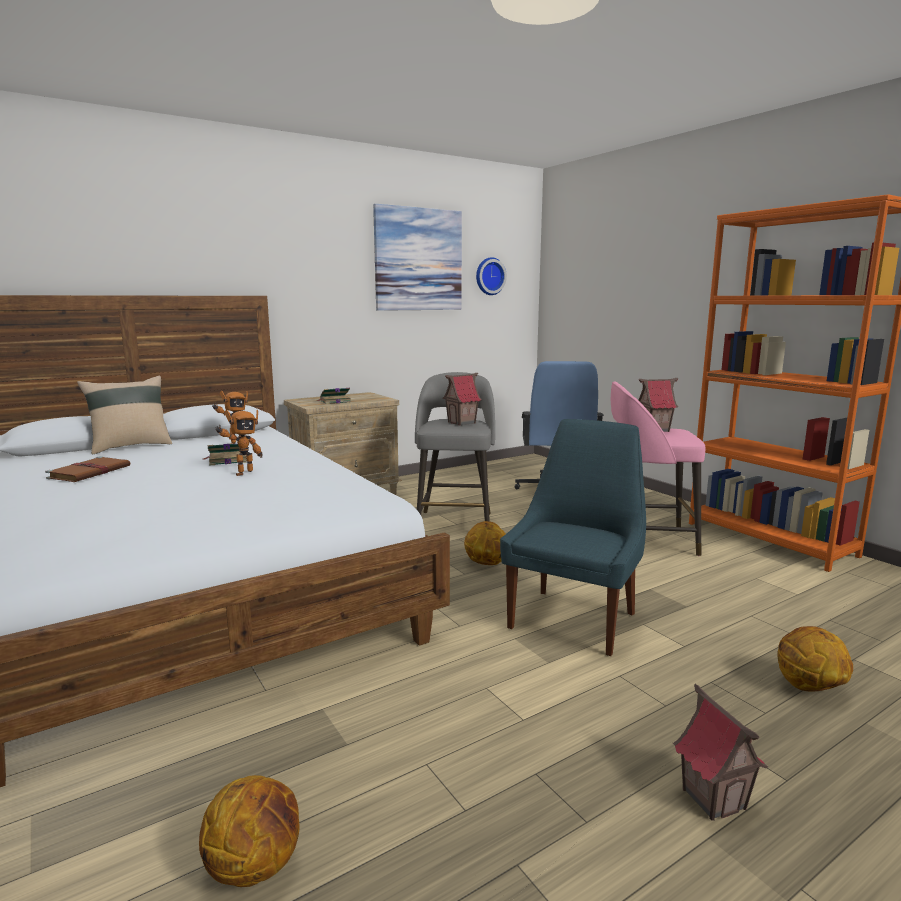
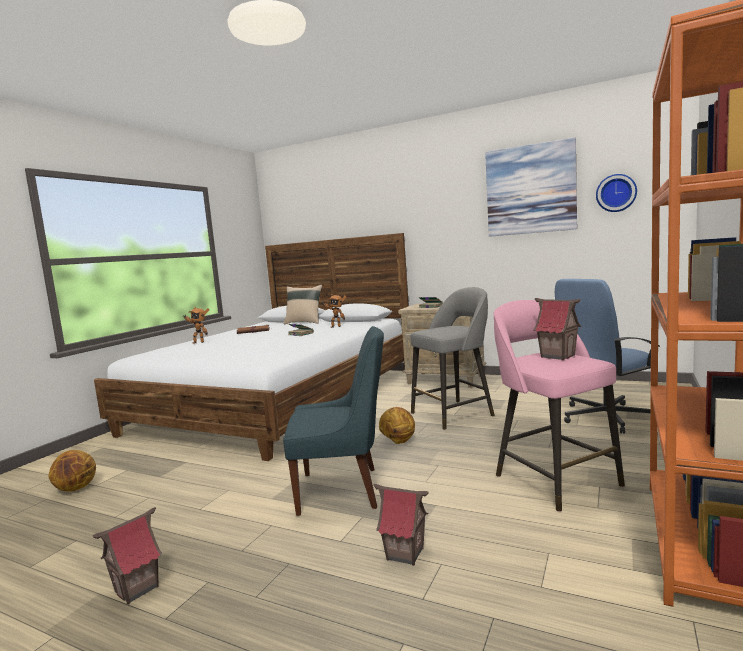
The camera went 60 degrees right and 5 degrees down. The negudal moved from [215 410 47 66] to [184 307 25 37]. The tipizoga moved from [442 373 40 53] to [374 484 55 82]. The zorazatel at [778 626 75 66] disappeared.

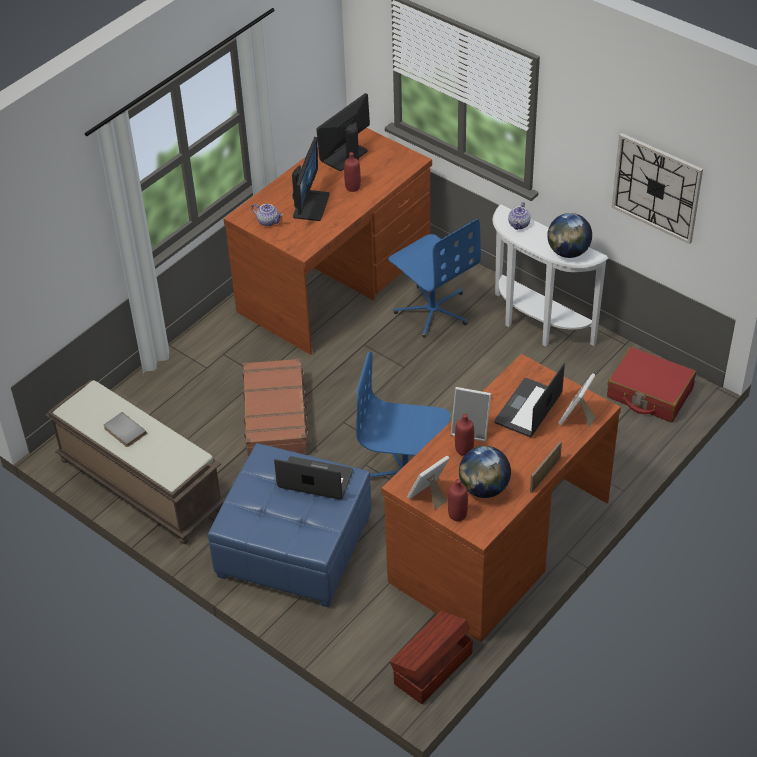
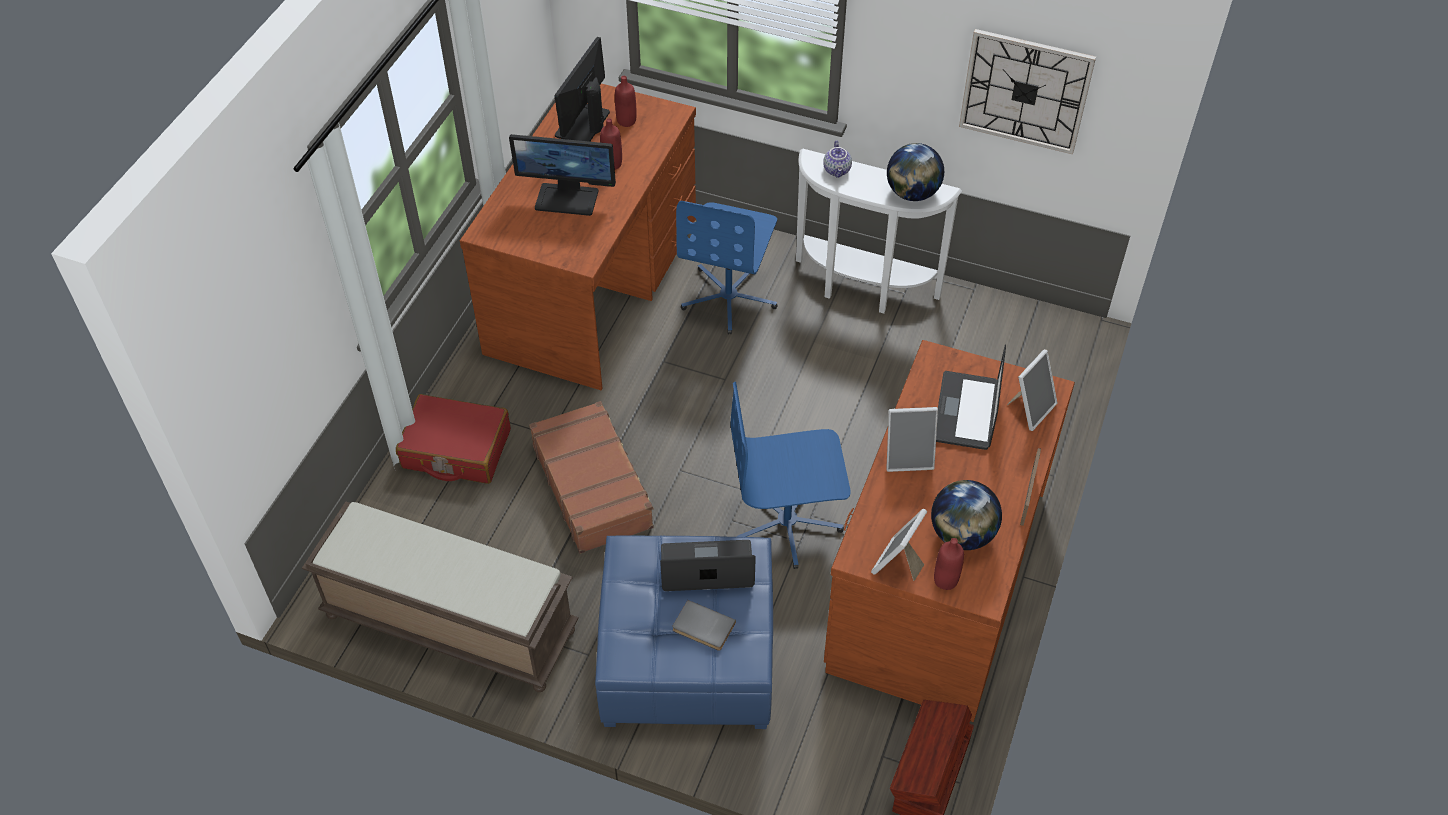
The camera went 20 degrees left and 5 degrees up. The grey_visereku moved from [104 412 43 35] to [673 600 63 51]. The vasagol at [251 204 32 22] disappeared. The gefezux at [292 137 38 84] turned 105 degrees clockwise. The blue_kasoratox at [388 219 93 118] turned 75 degrees clockwise. The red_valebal moved from [455 414 19 42] to [615 76 22 51]. The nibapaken at [558 373 37 55] turned 150 degrees counterclockwise. The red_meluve moved from [607 347 89 75] to [396 394 115 90].

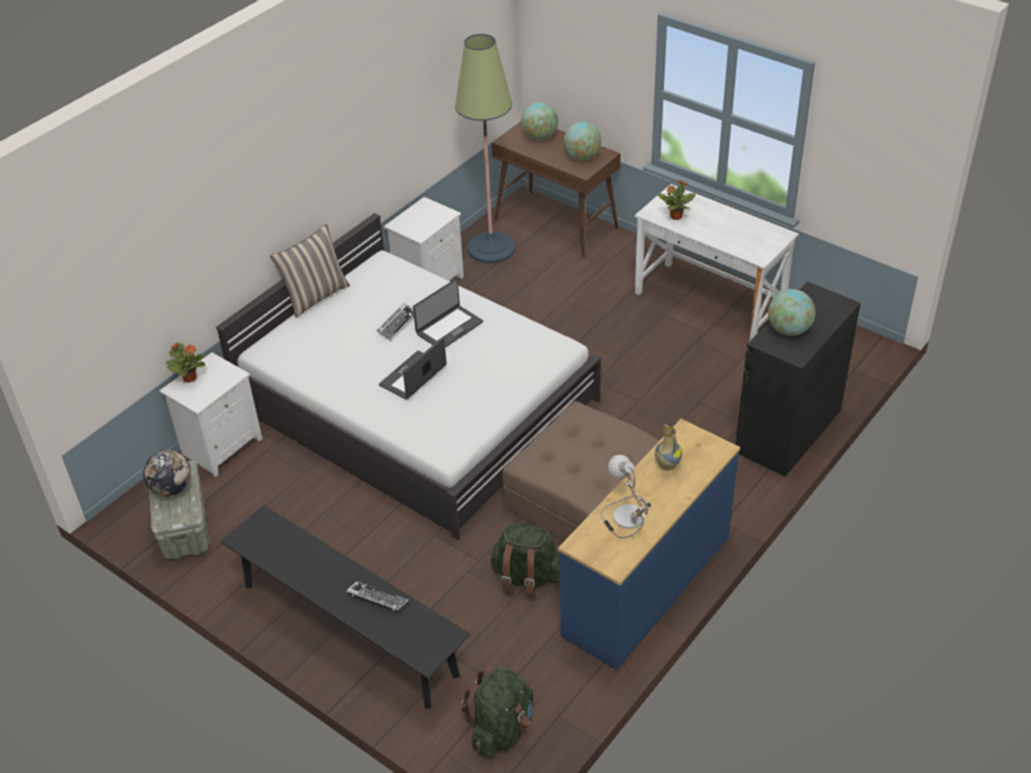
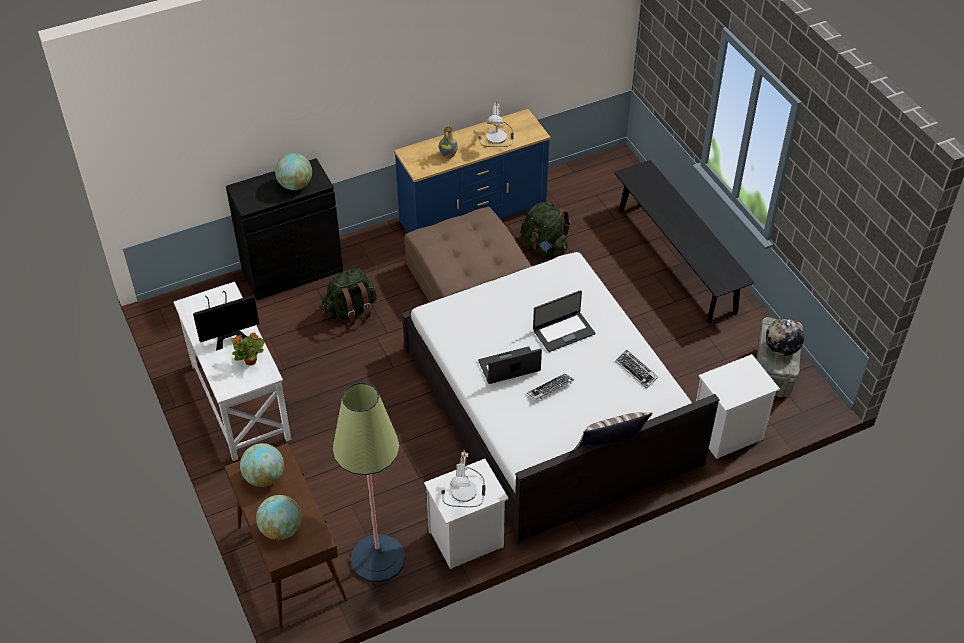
The camera went 155 degrees left and 5 degrees up. The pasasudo at [165 343 41 40] disappeared. The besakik moved from [346 581 63 30] to [615 350 43 39]. The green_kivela moved from [461 666 73 91] to [322 268 55 58]. The gefezux at [193 291 67 59] appeared. The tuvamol at [441 449 45 58] appeared.

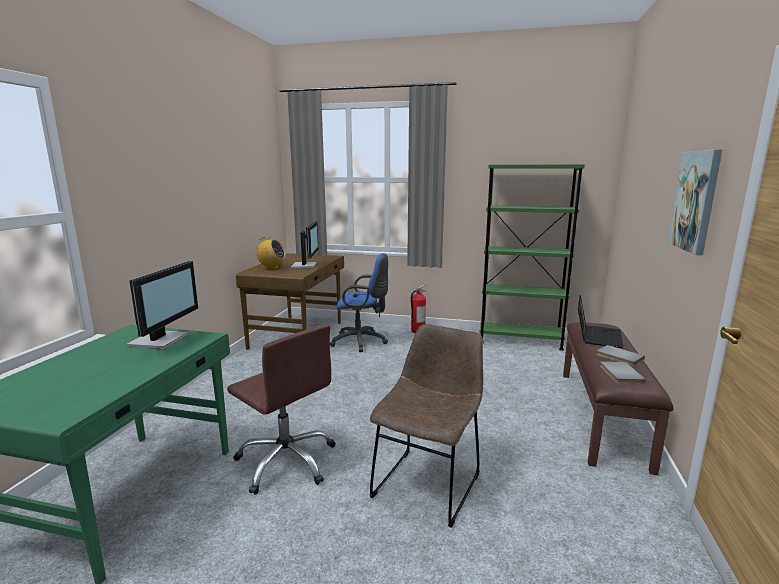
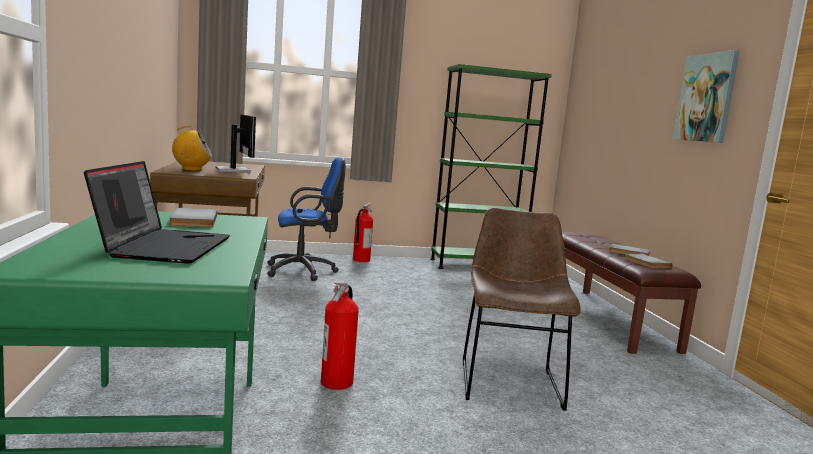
The camera went 25 degrees left and 5 degrees down. The gefezux at [126 261 72 88] was replaced by the grey_visereku at [169 208 48 19]. The brown_kasoratox at [227 324 109 171] was replaced by the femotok at [321 283 38 107]. The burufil moved from [578 295 45 53] to [84 161 146 103].

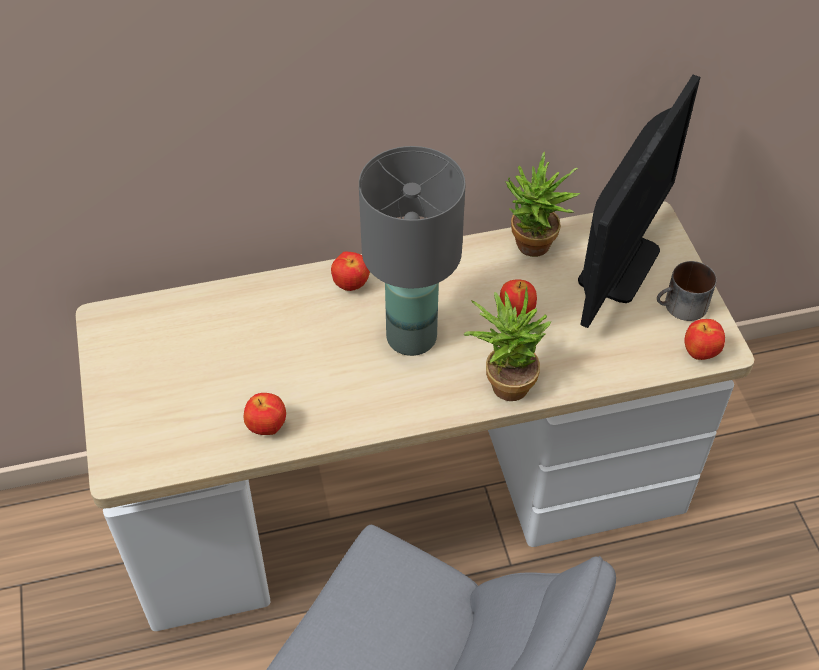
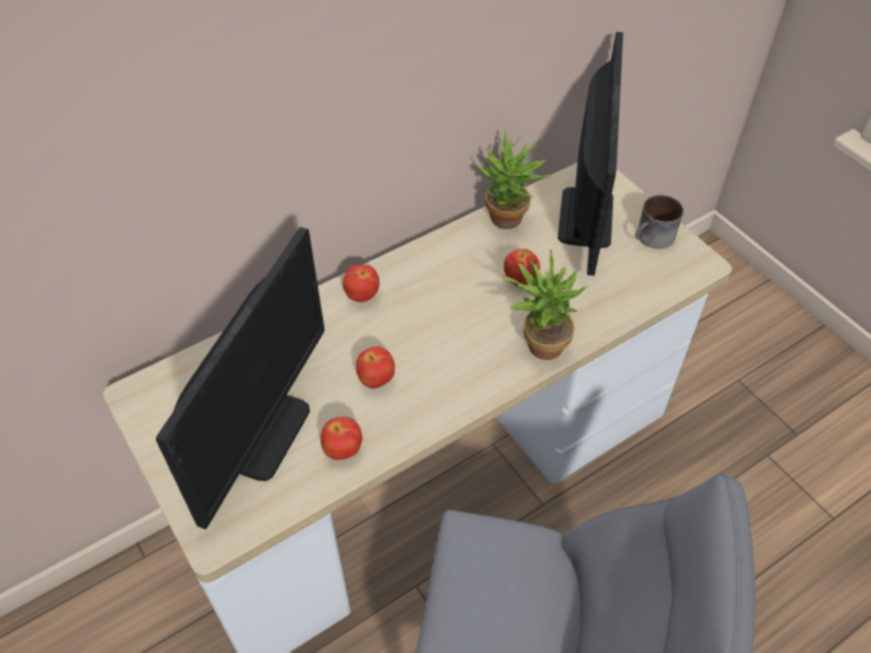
The camera went 20 degrees left and 0 degrees up. The grey_tuvamol at [359 146 106 210] disappeared. The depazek moved from [684 319 41 41] to [356 347 39 42]. The gefezux at [156 227 169 302] appeared.

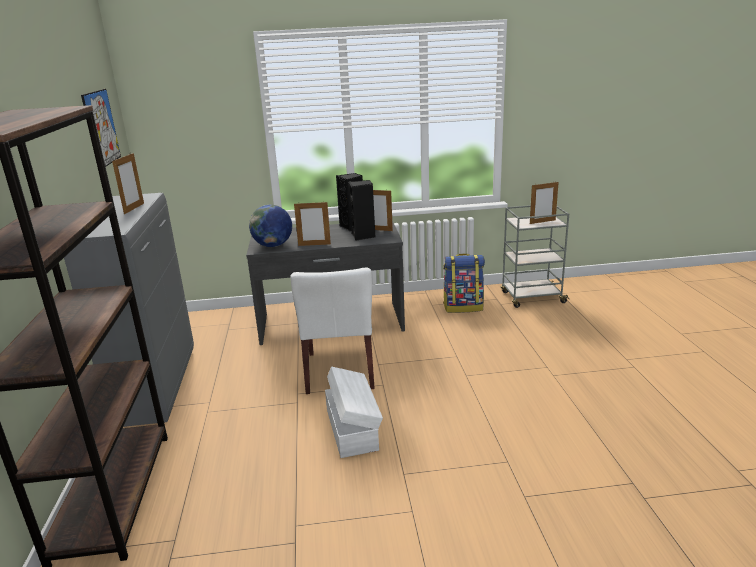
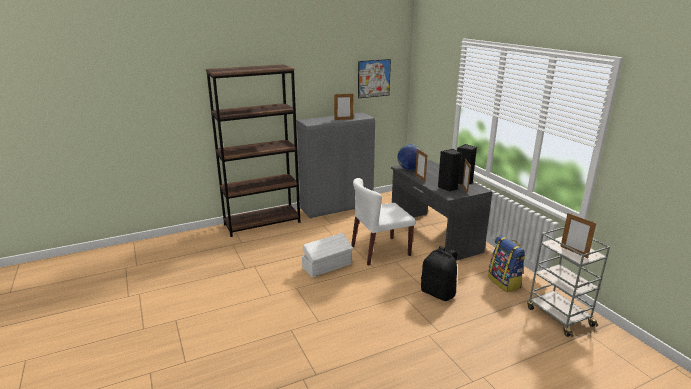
The camera went 70 degrees right and 0 degrees up. The black_kivela at [421 246 36 55] appeared.

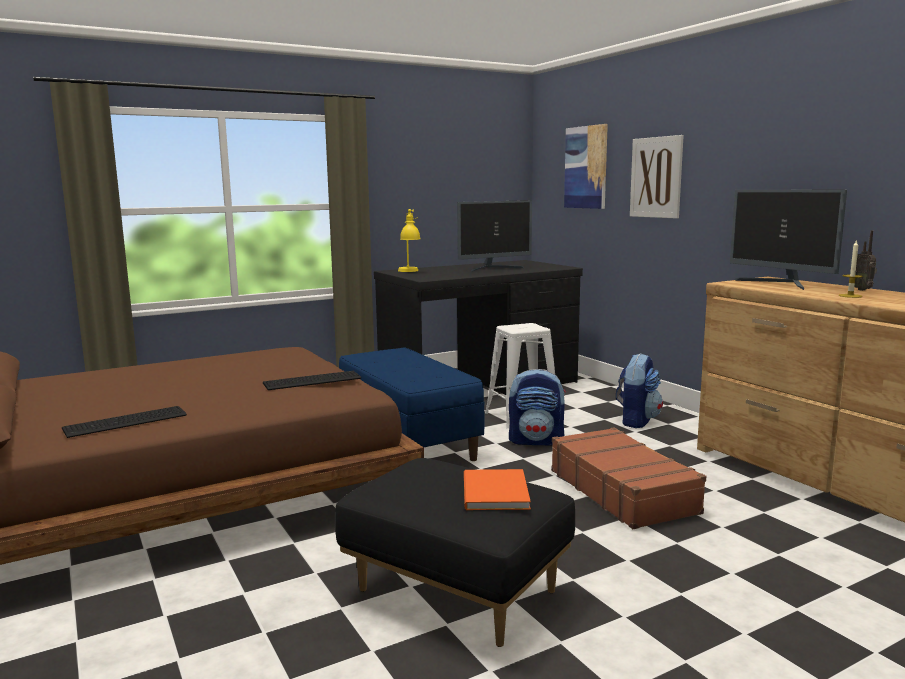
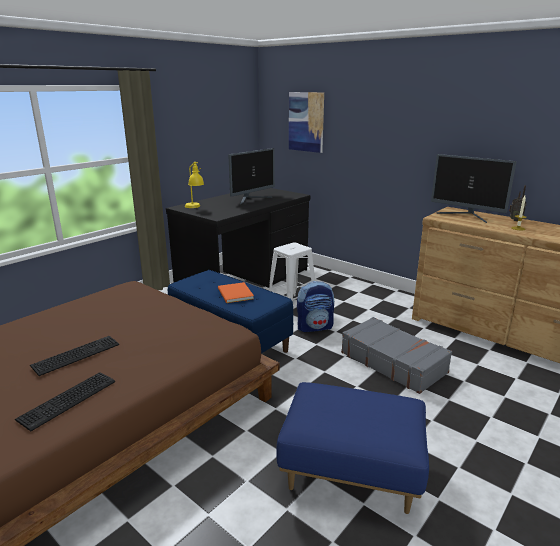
The camera went 20 degrees left and 10 degrees up. The besakik moved from [263 371 98 19] to [30 336 89 40]. The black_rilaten at [335 458 240 189] became the blue_rilaten at [276 382 153 132]. The orange_visereku moved from [464 469 67 41] to [218 282 36 21]. The brown_meluve at [551 427 155 102] became the grey_meluve at [341 317 111 77]. The kivela at [616 353 47 75] disappeared. The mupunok at [630 135 54 83] disappeared.

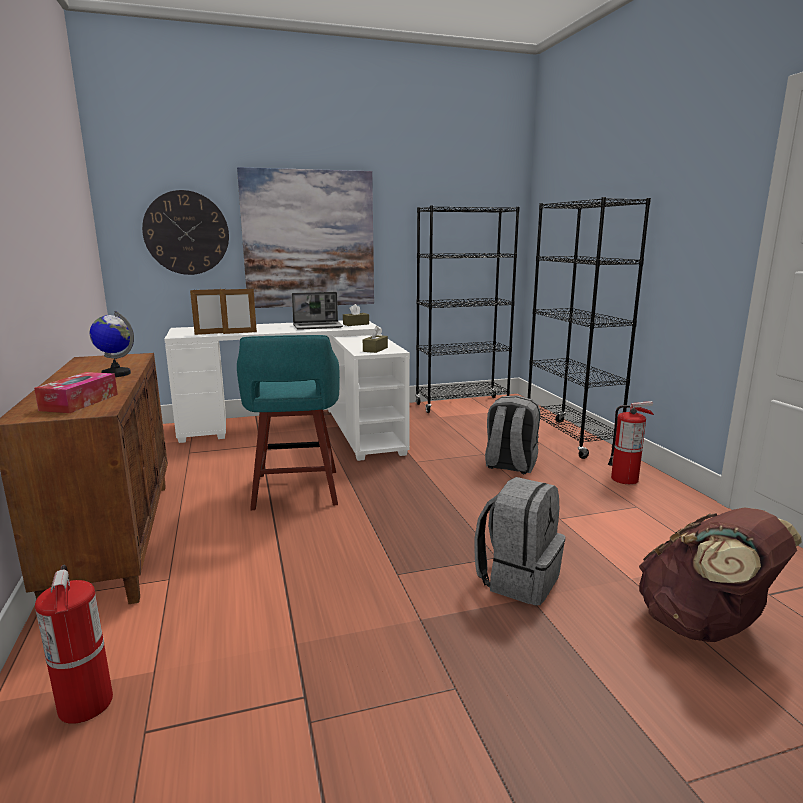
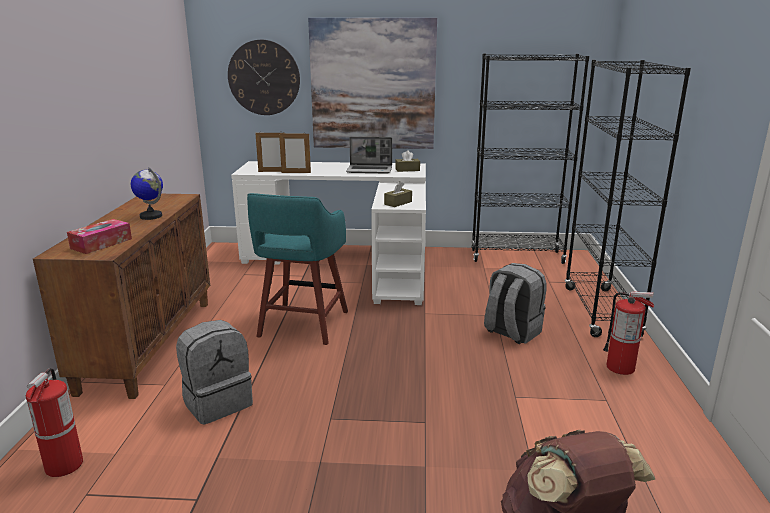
The camera went 20 degrees right and 5 degrees up. The grey_kivela moved from [474 477 92 129] to [176 320 77 105].

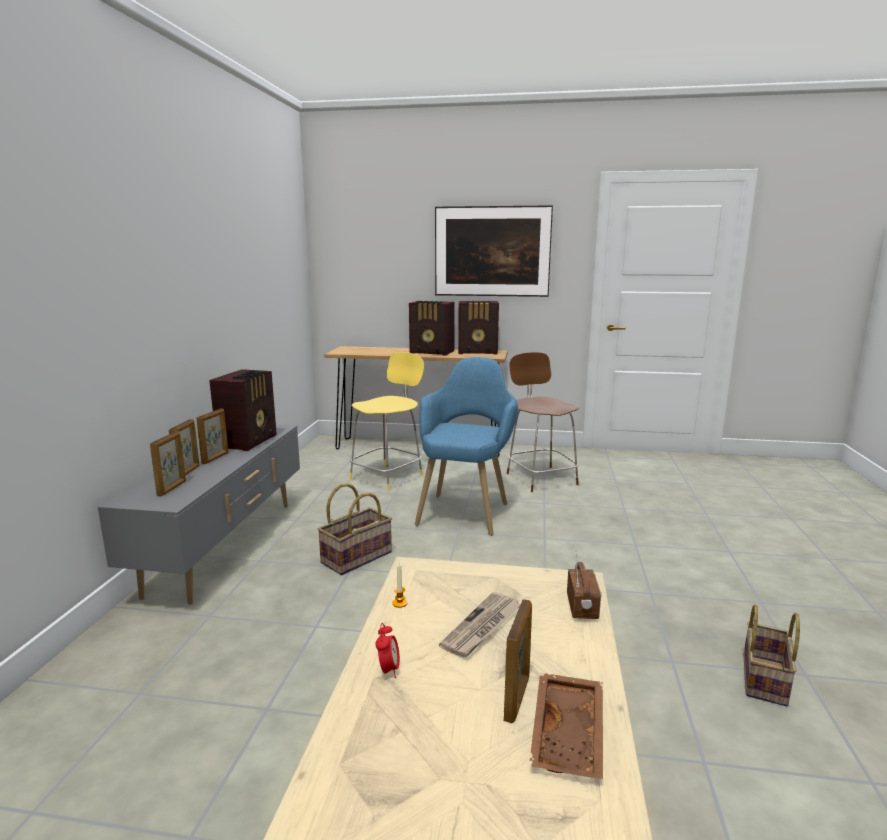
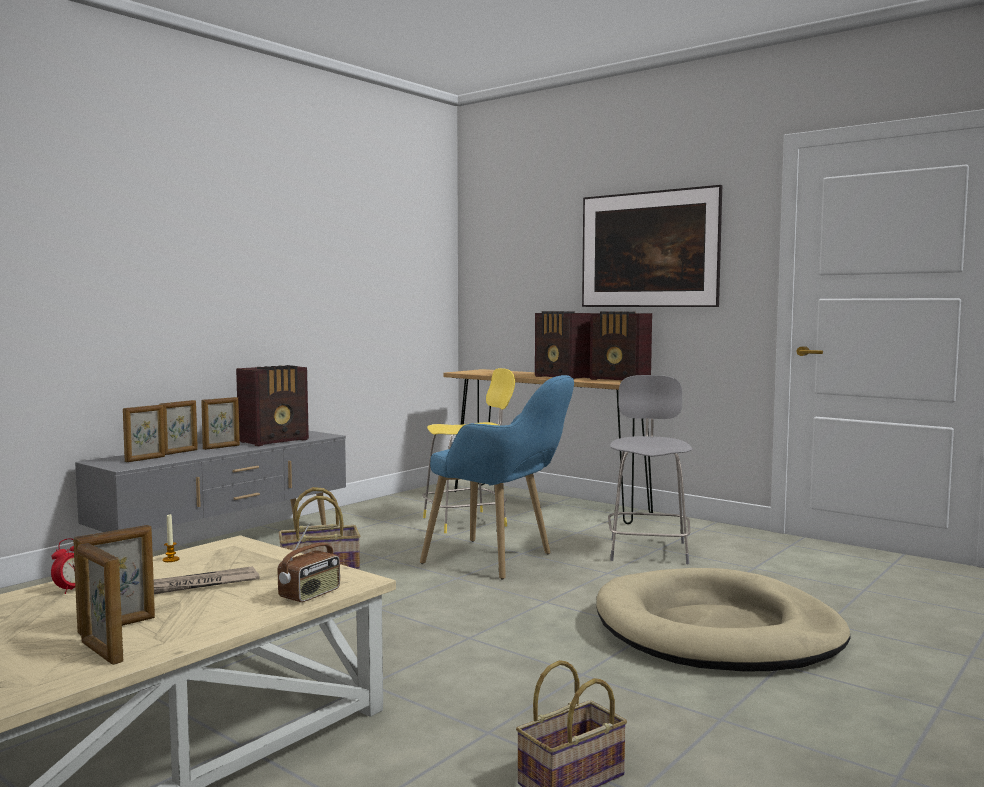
The camera went 30 degrees right and 10 degrees down. The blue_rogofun at [415 357 103 179] turned 75 degrees clockwise. The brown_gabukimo at [507 352 72 140] became the grey_gabukimo at [608 375 84 189]. The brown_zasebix at [529 673 74 106] was replaced by the nibapaken at [77 543 46 122]. The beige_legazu at [596 568 255 103] appeared.

